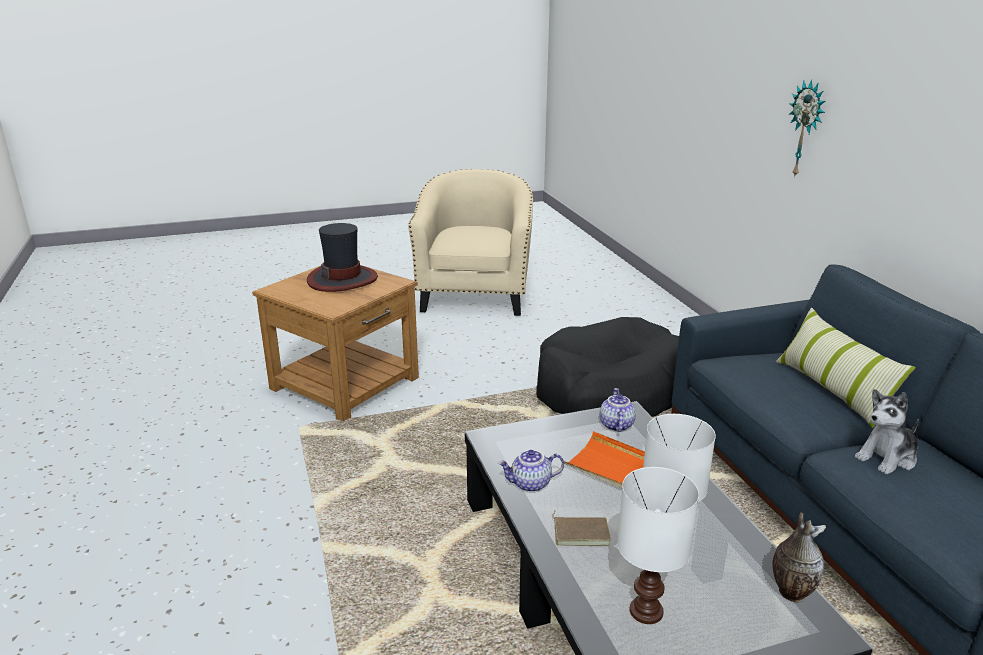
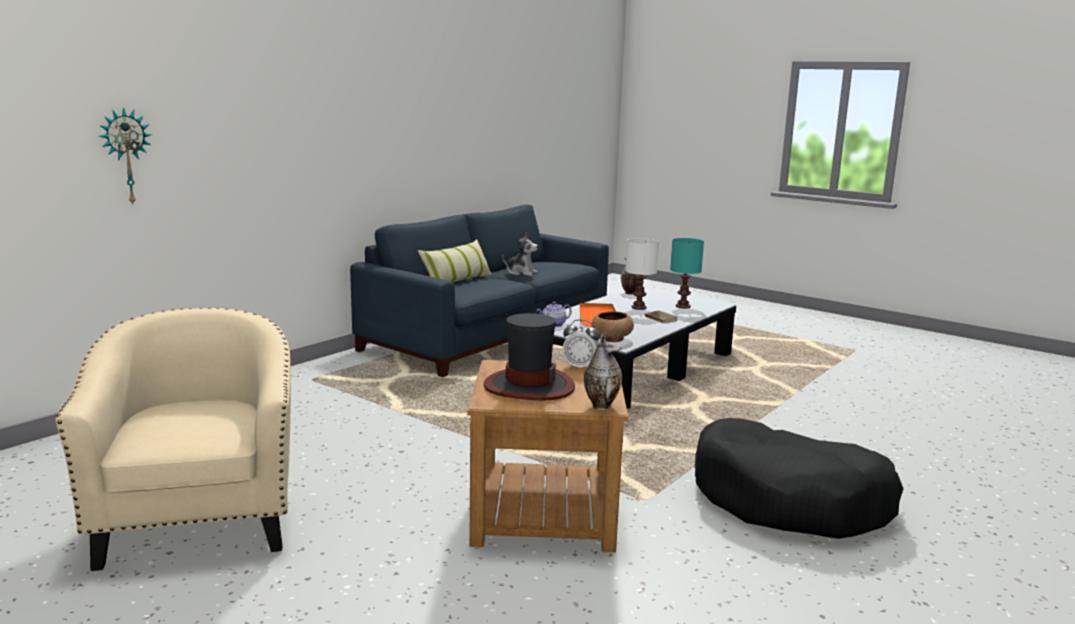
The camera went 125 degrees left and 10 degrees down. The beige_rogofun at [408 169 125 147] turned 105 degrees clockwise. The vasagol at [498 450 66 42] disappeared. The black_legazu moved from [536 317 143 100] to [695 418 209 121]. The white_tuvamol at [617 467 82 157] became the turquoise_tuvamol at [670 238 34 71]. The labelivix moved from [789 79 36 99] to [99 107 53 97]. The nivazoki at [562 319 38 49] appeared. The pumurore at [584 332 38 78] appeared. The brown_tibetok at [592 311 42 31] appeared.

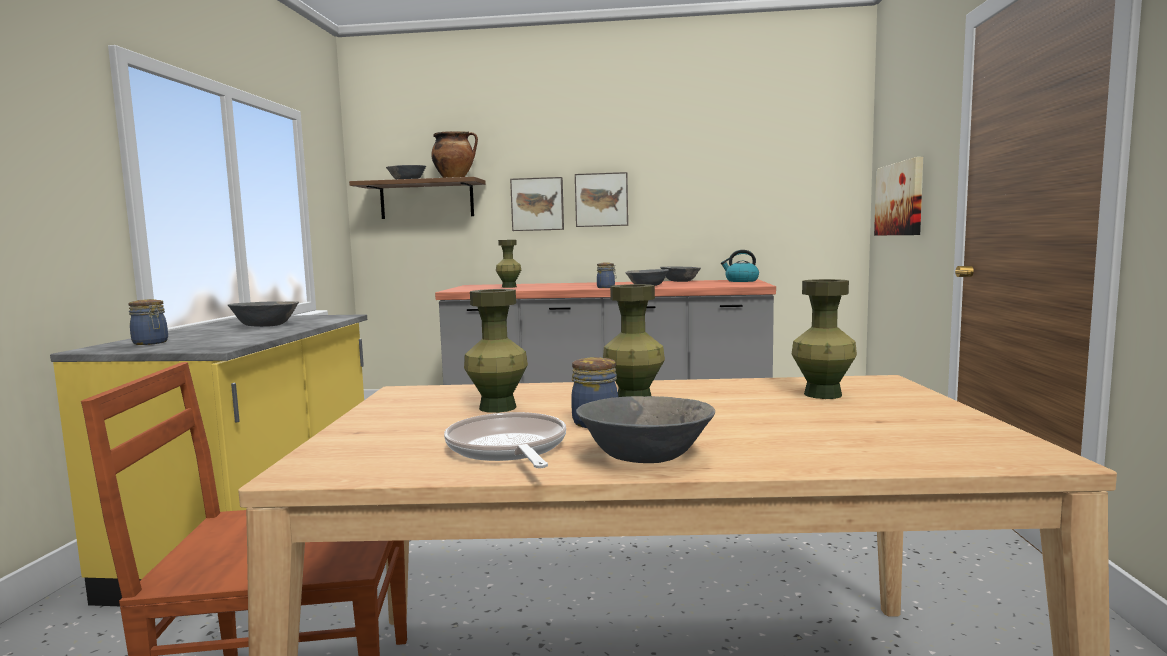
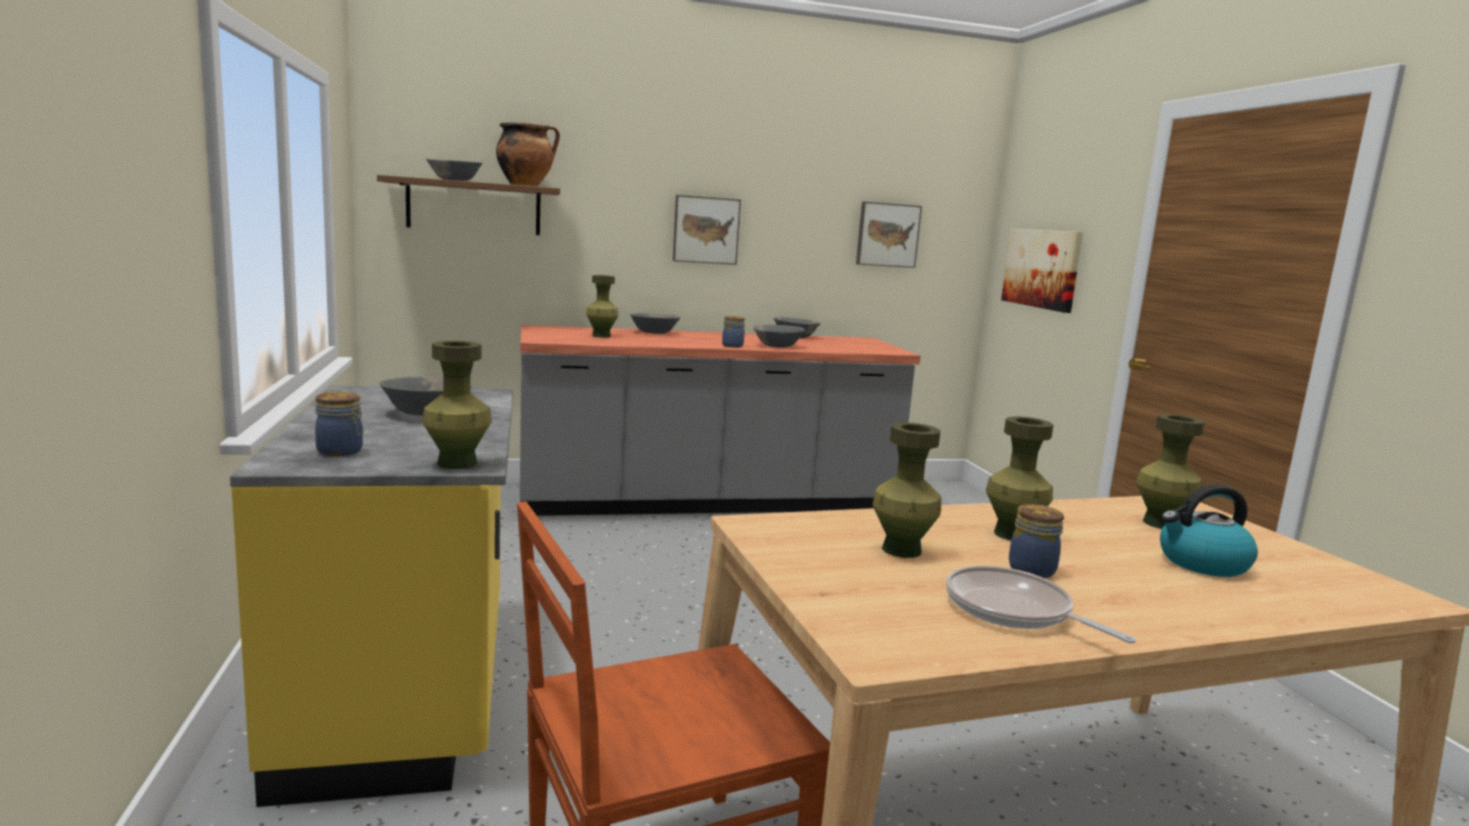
The camera went 20 degrees left and 5 degrees up. The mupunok moved from [510 177 54 54] to [856 202 66 66]. The grey_tibetok moved from [576 396 139 67] to [630 313 50 21]. The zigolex moved from [721 250 38 32] to [1160 484 98 93]. The green_pumurore at [422 341 70 128] appeared.

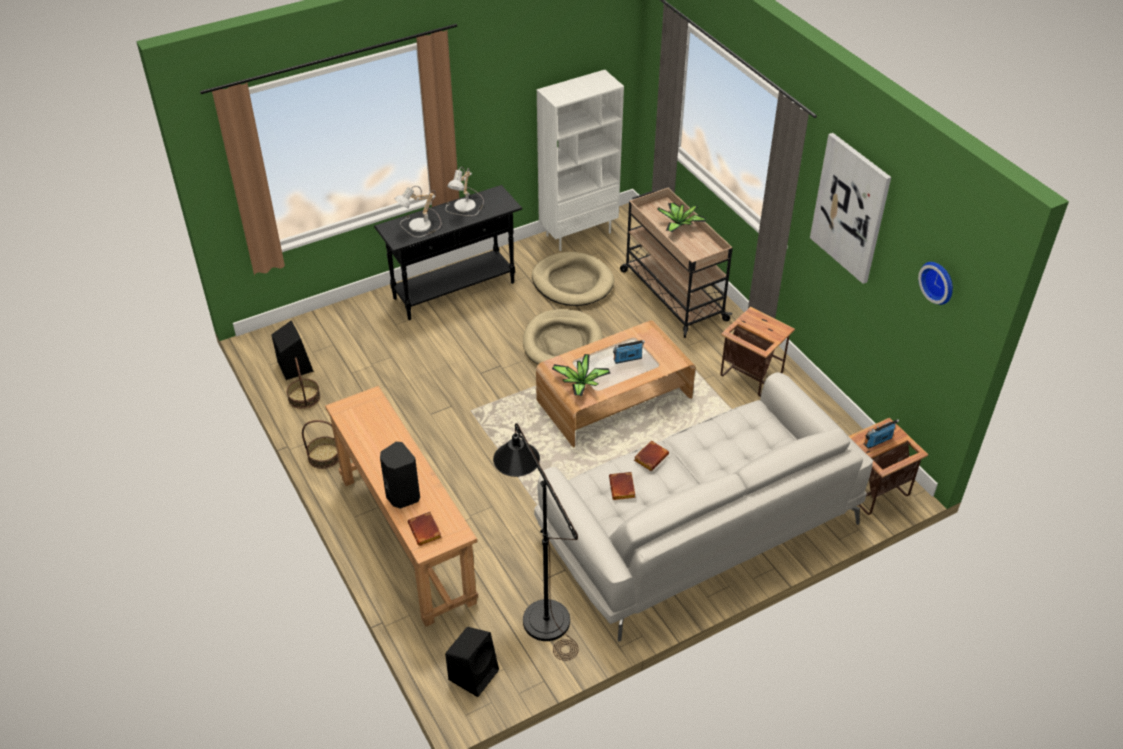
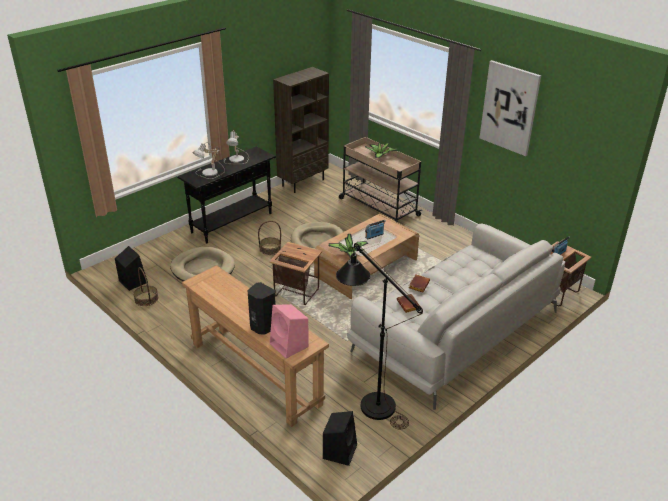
The camera went 15 degrees left and 10 degrees down. The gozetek moved from [302 420 37 49] to [258 221 23 34]. The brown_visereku at [408 512 34 34] was replaced by the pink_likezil at [270 304 39 55]. The beige_legazu moved from [532 252 82 54] to [170 247 65 34]. The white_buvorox at [537 70 87 181] became the brown_buvorox at [273 67 56 126]. The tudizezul moved from [720 307 75 89] to [269 242 53 63]. The labelivix at [918 262 35 43] disappeared.

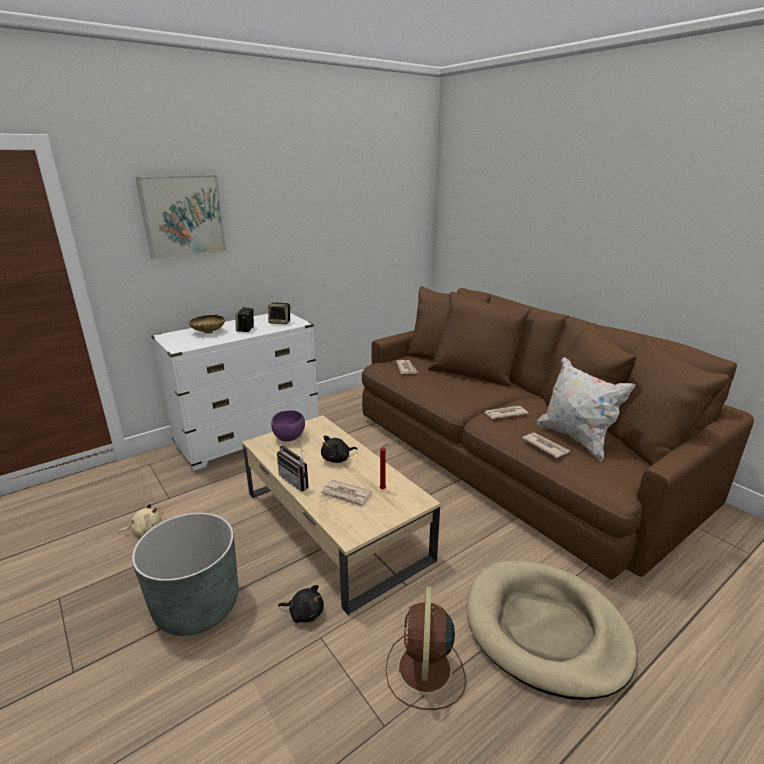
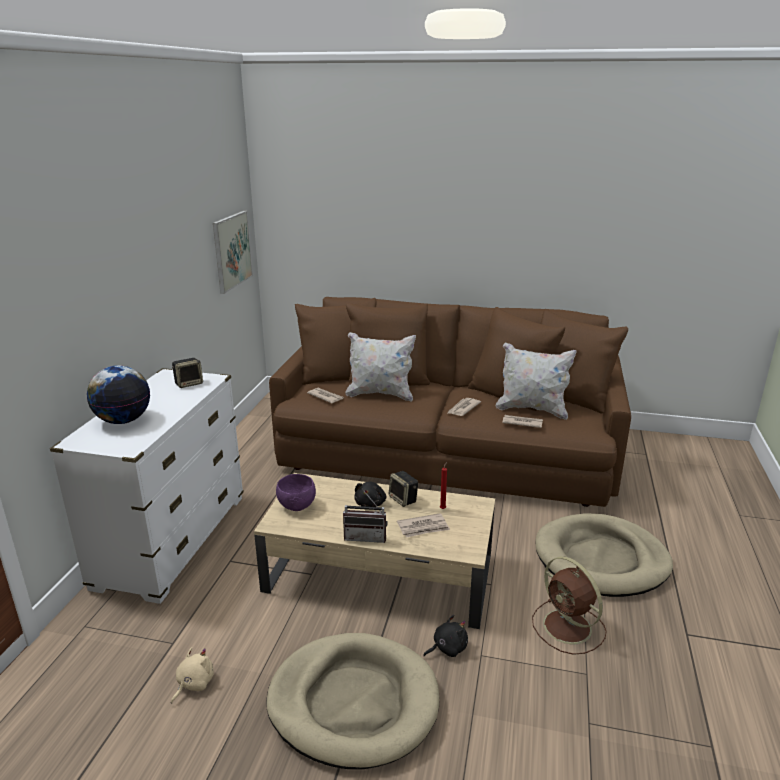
The camera went 40 degrees left and 0 degrees up. The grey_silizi at [132 512 107 124] was replaced by the beige_legazu at [266 633 173 136]. The mupunok moved from [136 175 91 85] to [213 211 40 83]. The beige_tibetok at [189 313 36 21] was replaced by the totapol at [87 365 63 59]. The likezil moved from [235 307 19 25] to [389 471 29 36]. The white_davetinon at [345 332 71 70] appeared.

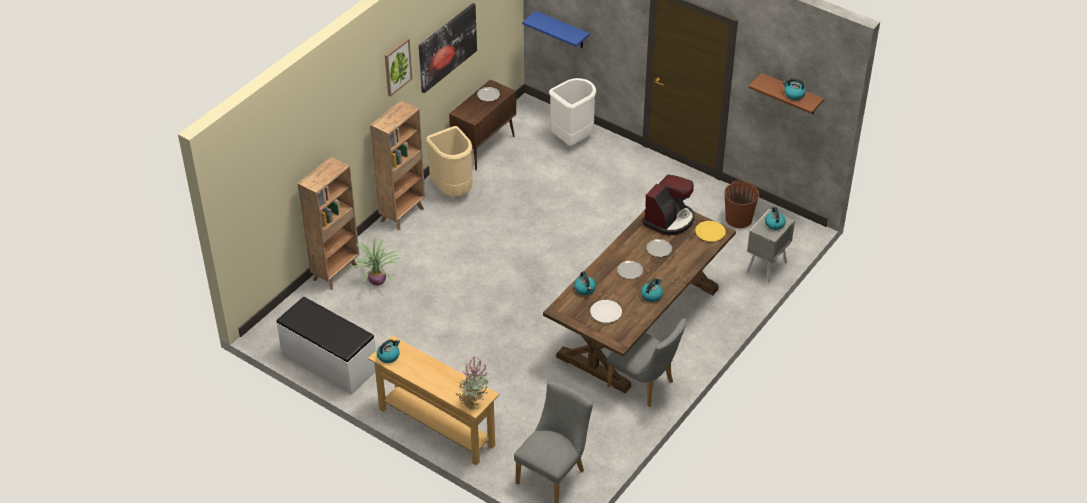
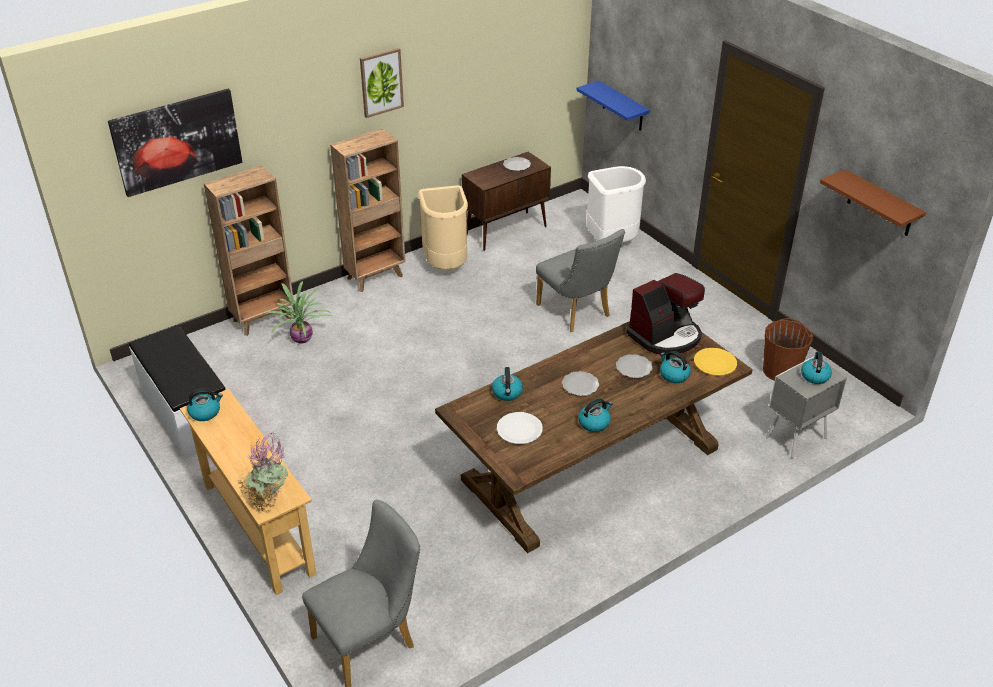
The camera went 20 degrees right and 5 degrees down. The mupunok moved from [419 3 58 90] to [108 88 135 109]. The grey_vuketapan moved from [607 318 80 89] to [536 229 89 103]. The zigolex moved from [783 78 23 22] to [660 351 31 32].

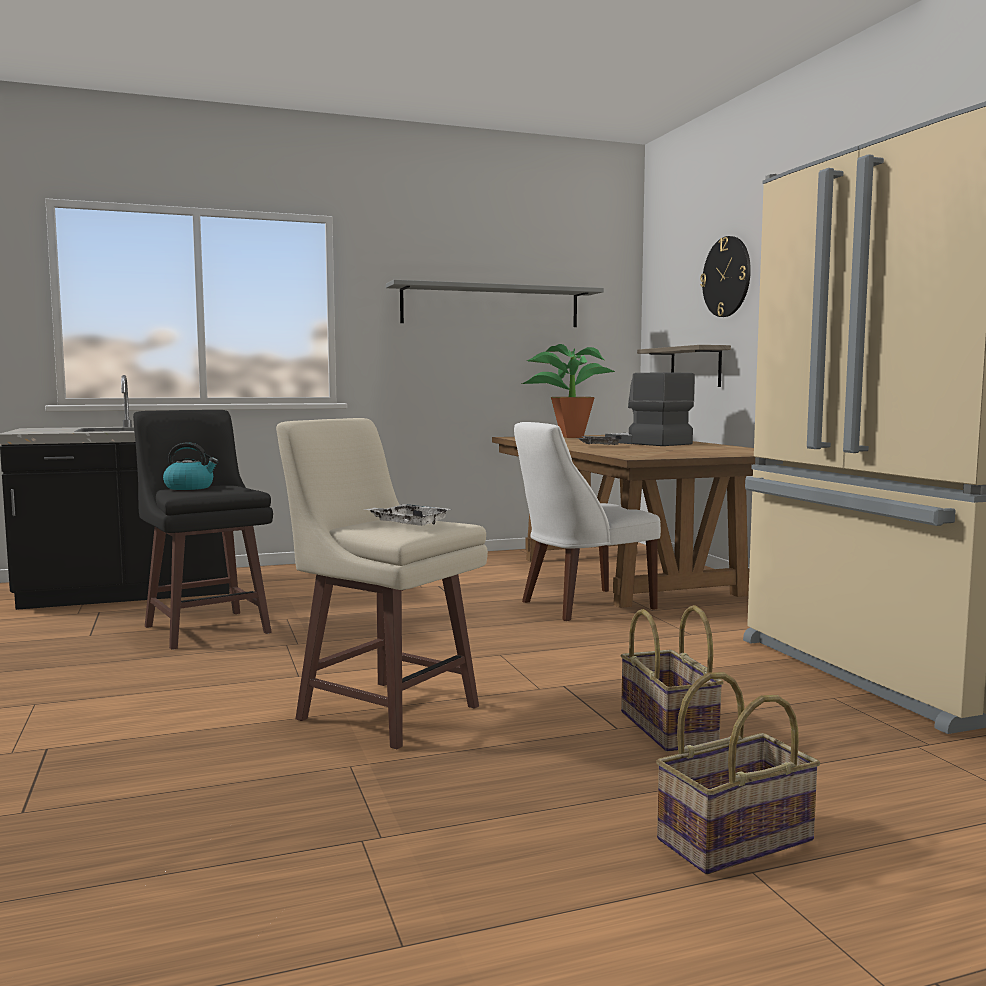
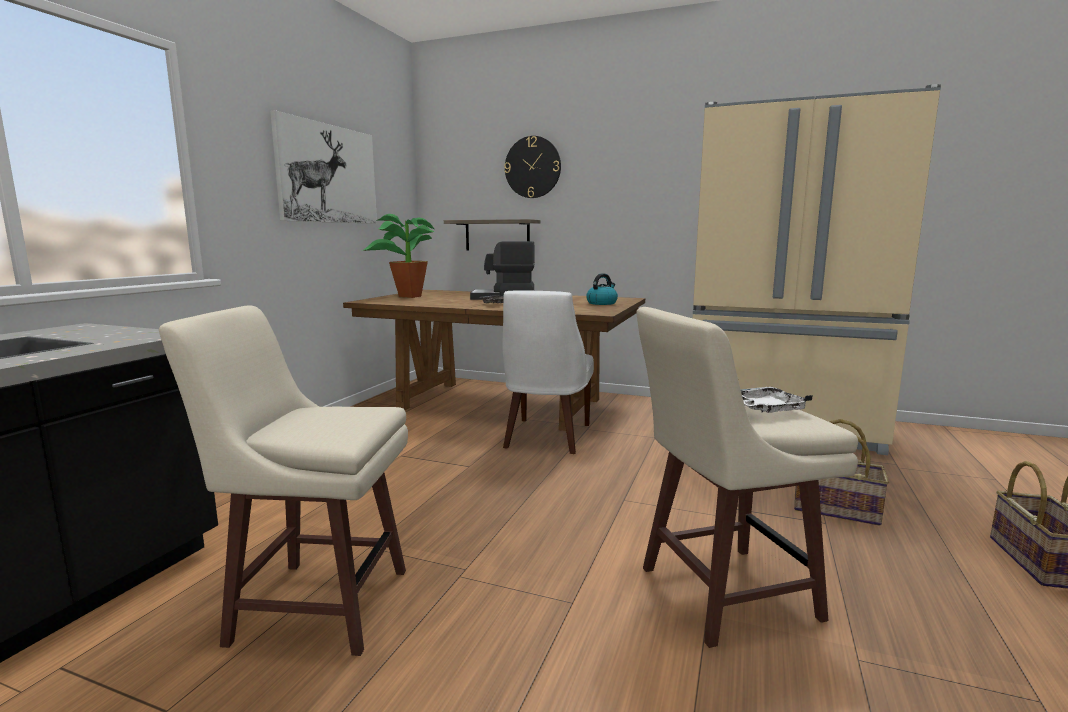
The camera went 50 degrees left and 5 degrees up. The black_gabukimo at [133 410 140 240] became the beige_gabukimo at [159 306 249 350]. The zigolex moved from [163 442 56 48] to [586 273 32 32]. The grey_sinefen at [386 280 218 47] was replaced by the mupunok at [270 110 107 114].

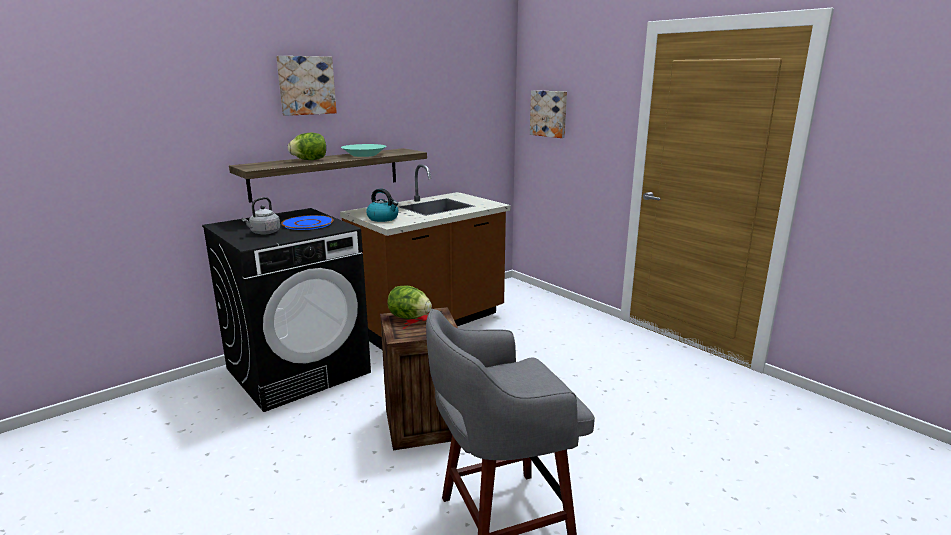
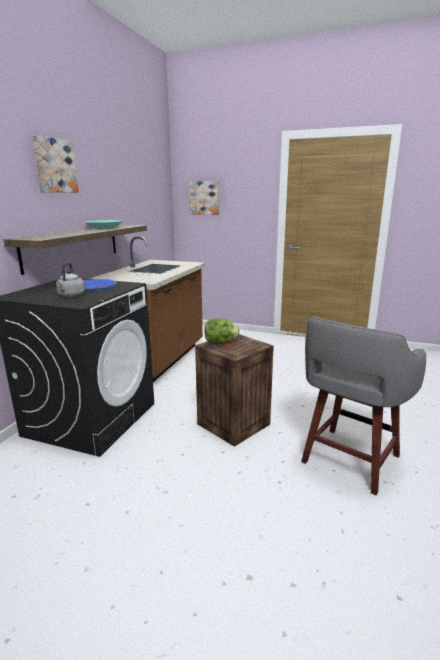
The camera went 30 degrees left and 0 degrees up. The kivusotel at [288 133 38 27] disappeared. The zigolex at [366 189 33 33] disappeared.

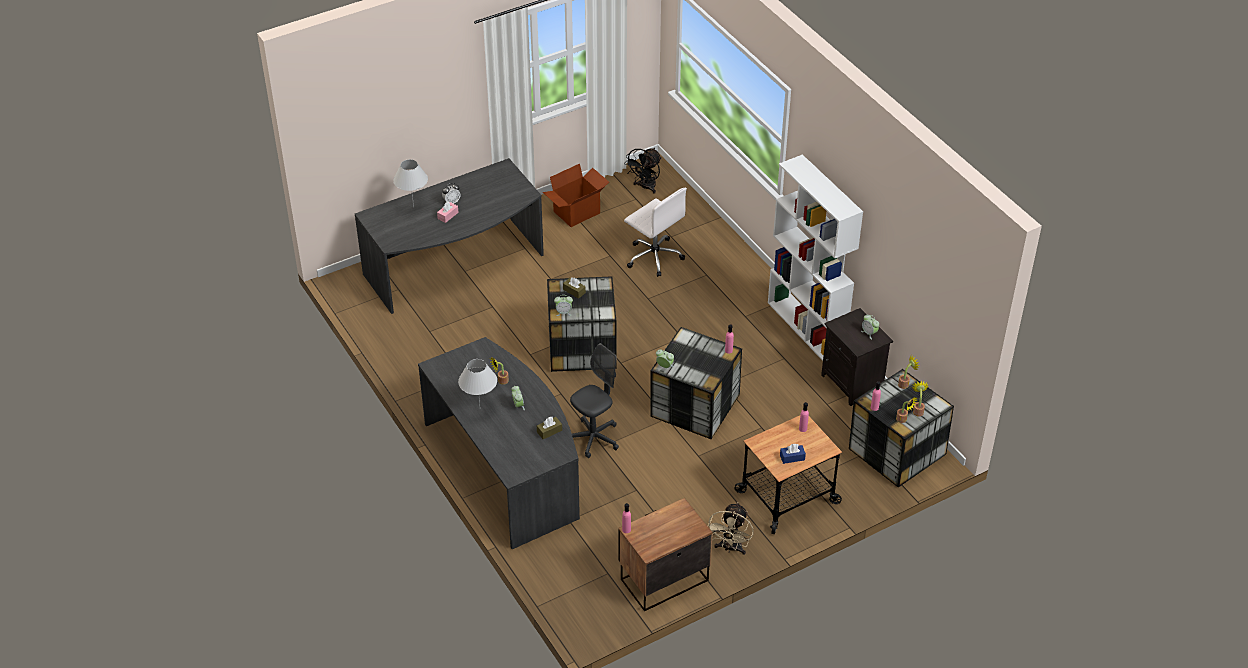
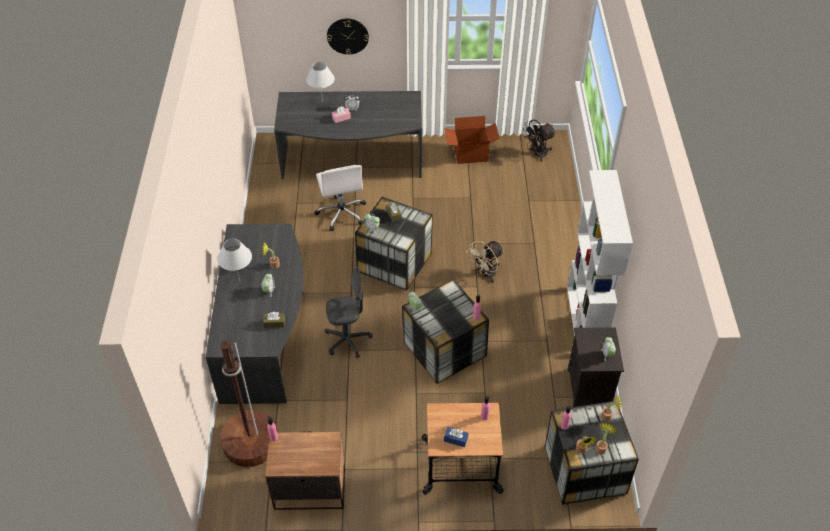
The camera went 30 degrees right and 5 degrees up. The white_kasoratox moved from [624 188 63 89] to [315 165 51 66]. The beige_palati moved from [708 502 46 53] to [466 241 38 42]. The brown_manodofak at [220 341 58 126] appeared. The labelivix at [327 19 42 36] appeared.

